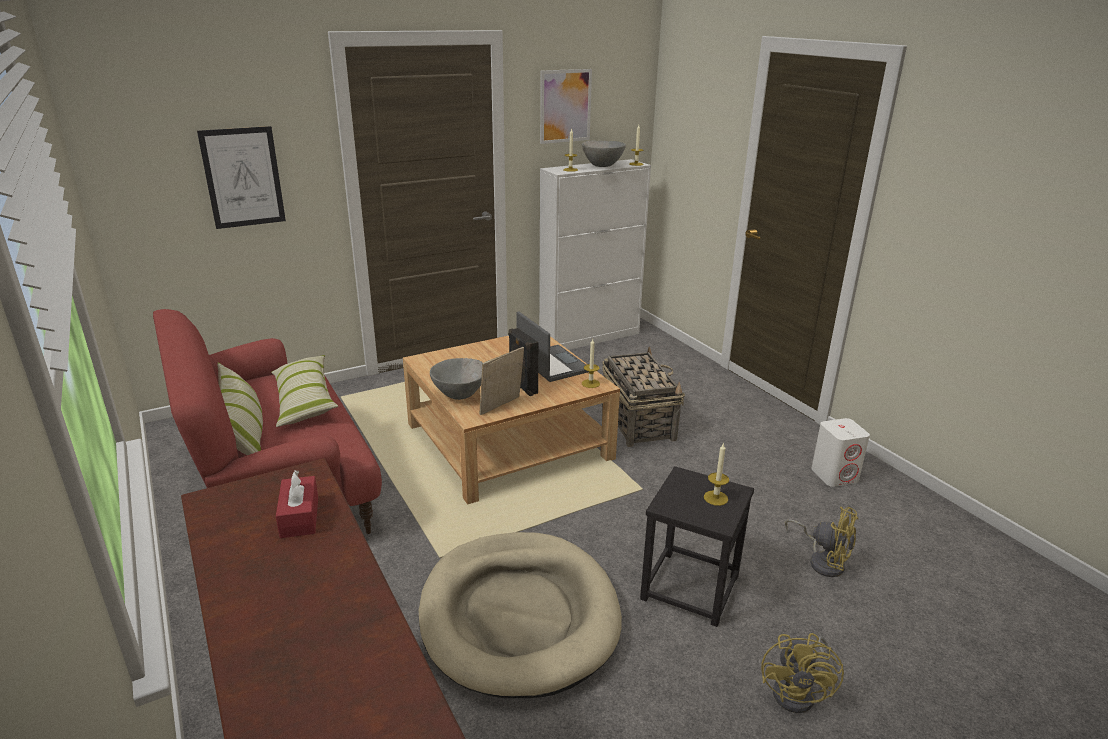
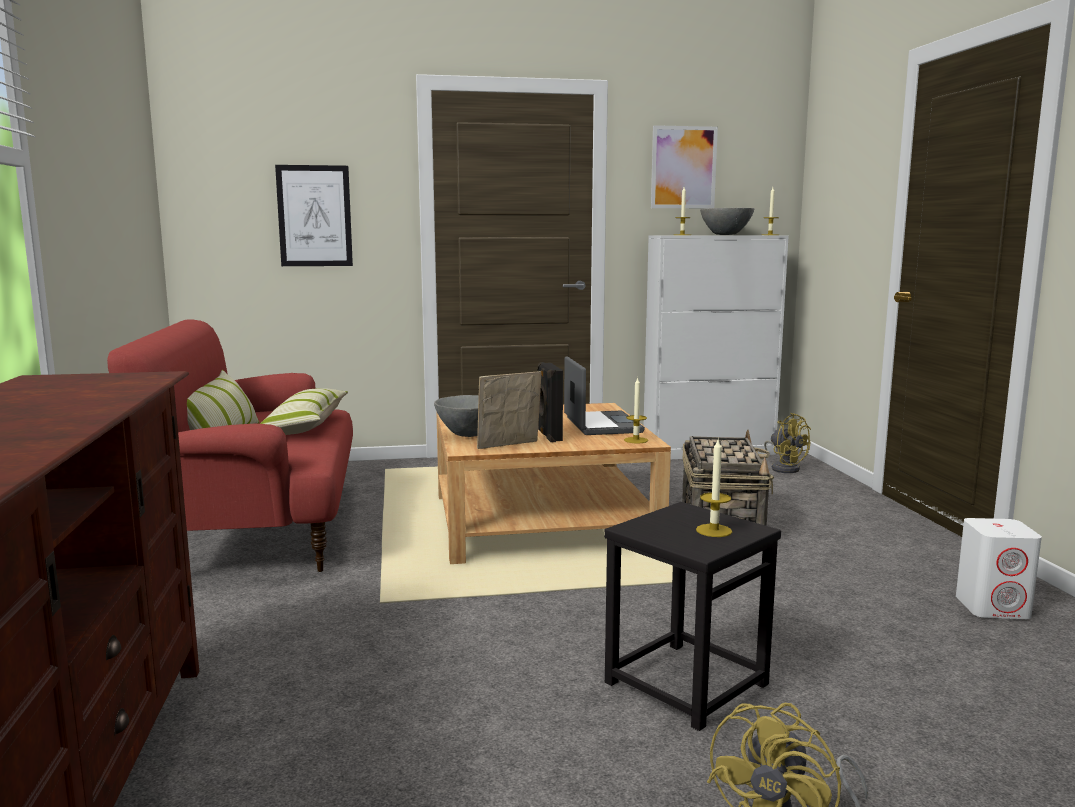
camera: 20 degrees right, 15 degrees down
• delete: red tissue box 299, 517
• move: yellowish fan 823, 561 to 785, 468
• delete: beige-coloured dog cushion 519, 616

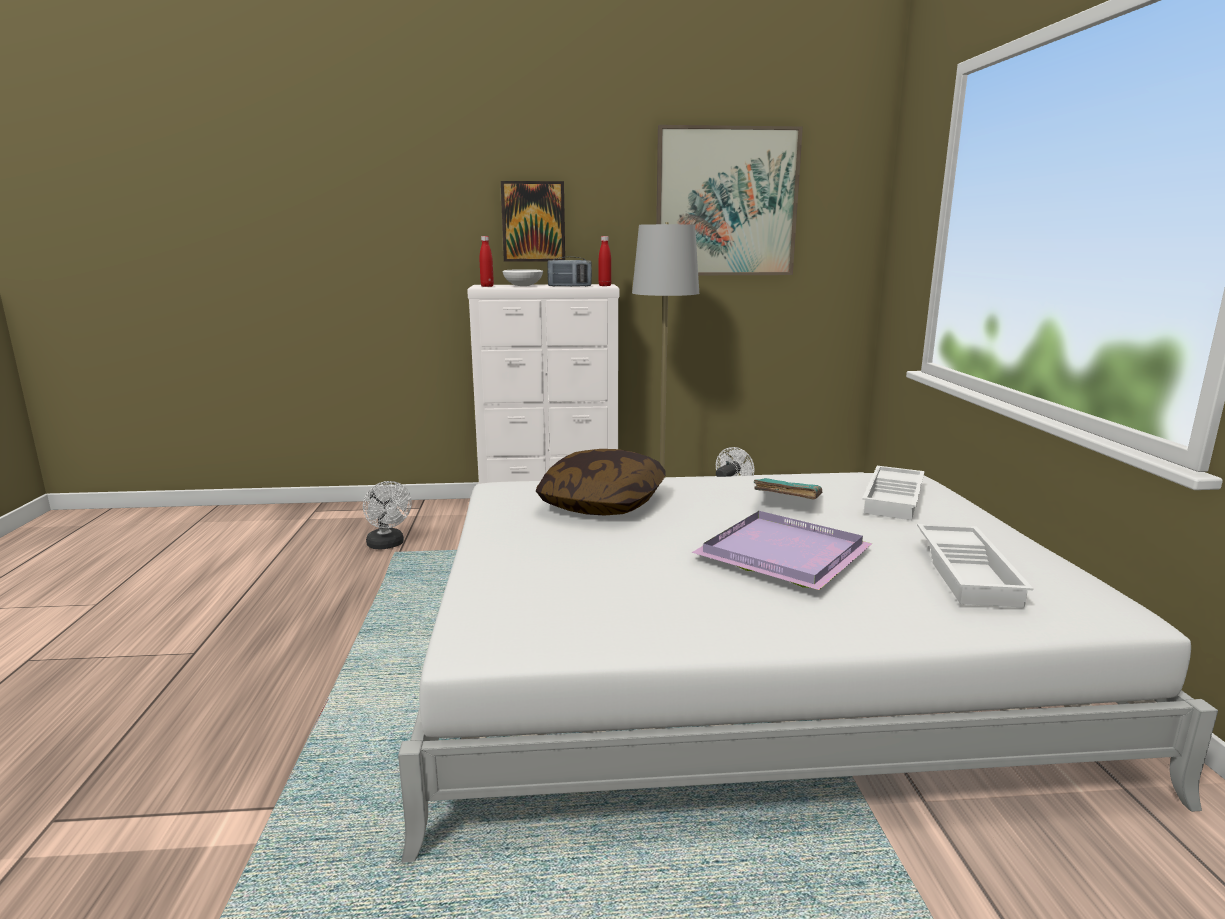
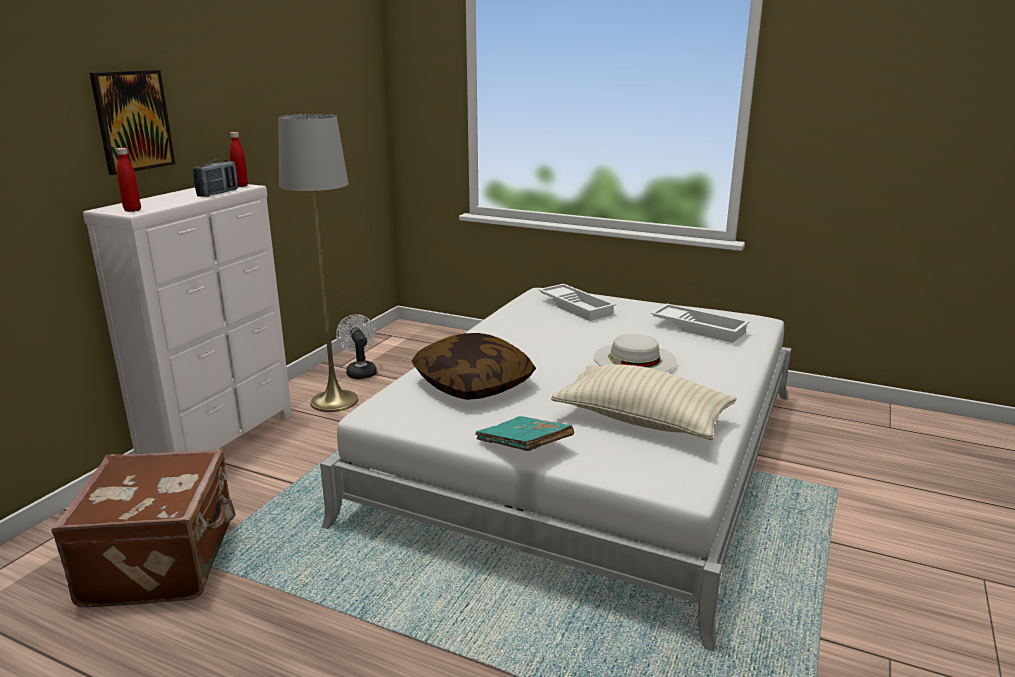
camera: 60 degrees left, 5 degrees up
• delete: wall art 726, 202
• delete: white deep dish 522, 285
• move: turquoise-coloured volume 787, 502 to 524, 447
• replace: white fan 388, 545 to brownish travel case 163, 561
• replace: purplish serving tray 784, 555 to white hat 634, 359
• insert: beige-coloured throw pillow 642, 420

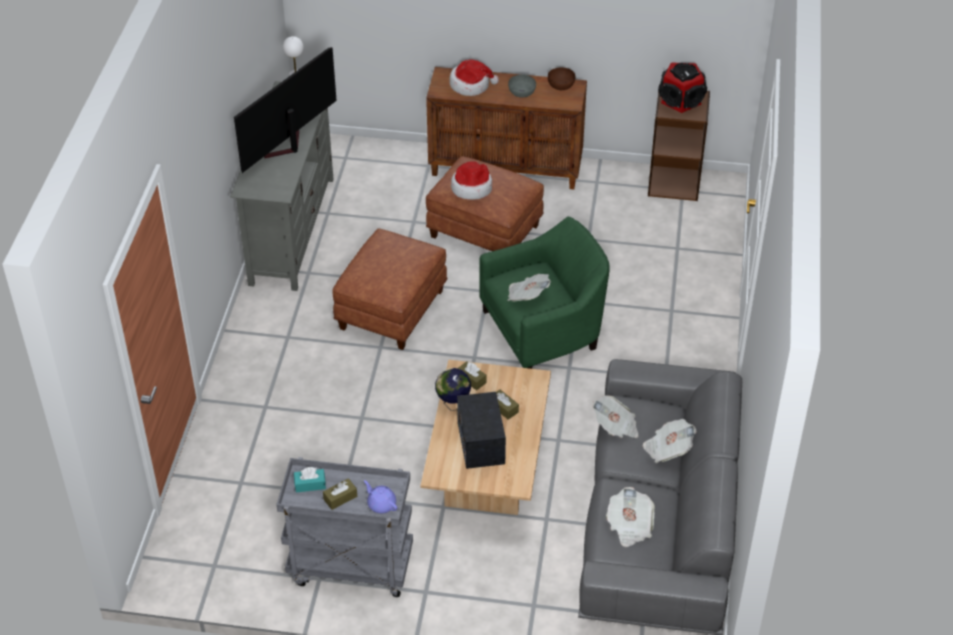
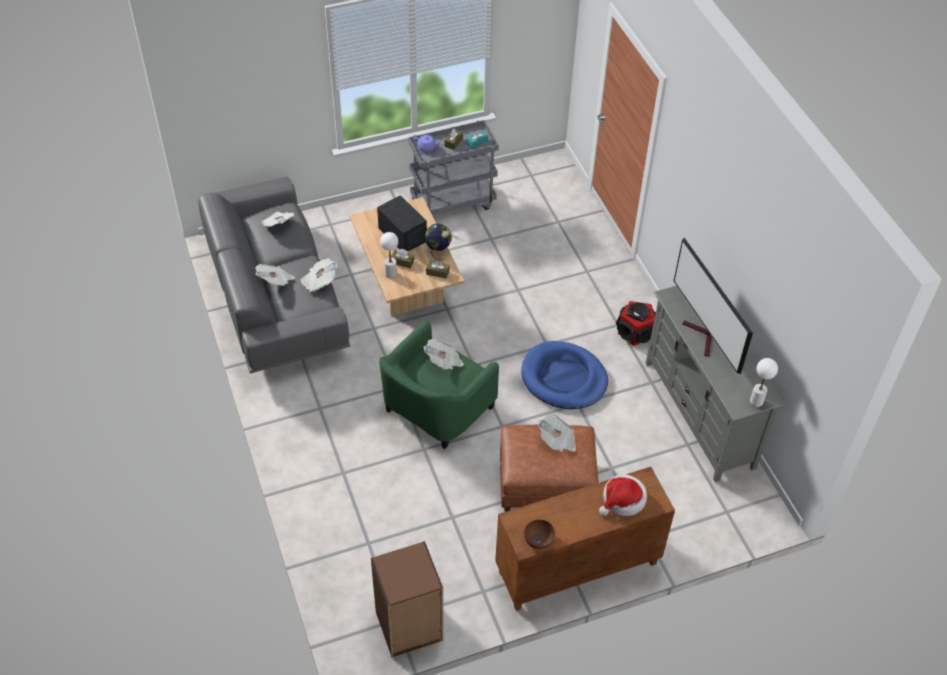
camera: 150 degrees right, 5 degrees up
• rotate: television 287, 148 = 703, 337 150 degrees clockwise
• move: loudspeaker 681, 100 to 635, 333
• delete: greyish deep dish 521, 93
• replace: hat 471, 187 to newspaper 557, 441
• replace: brownish pouffe 391, 309 to blue-coloured dog cushion 563, 378
• insert: white table lamp 390, 274

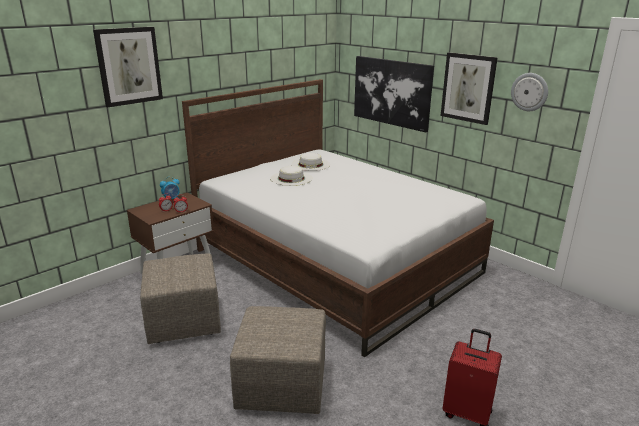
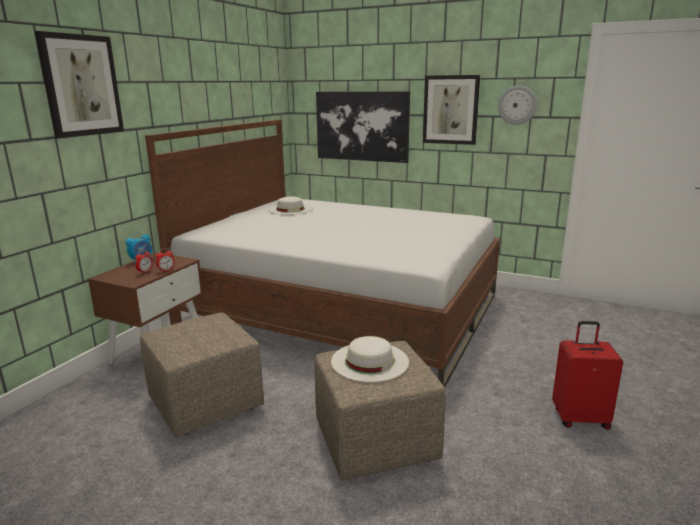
camera: 20 degrees left, 5 degrees down
• move: white hat 291, 178 to 369, 361

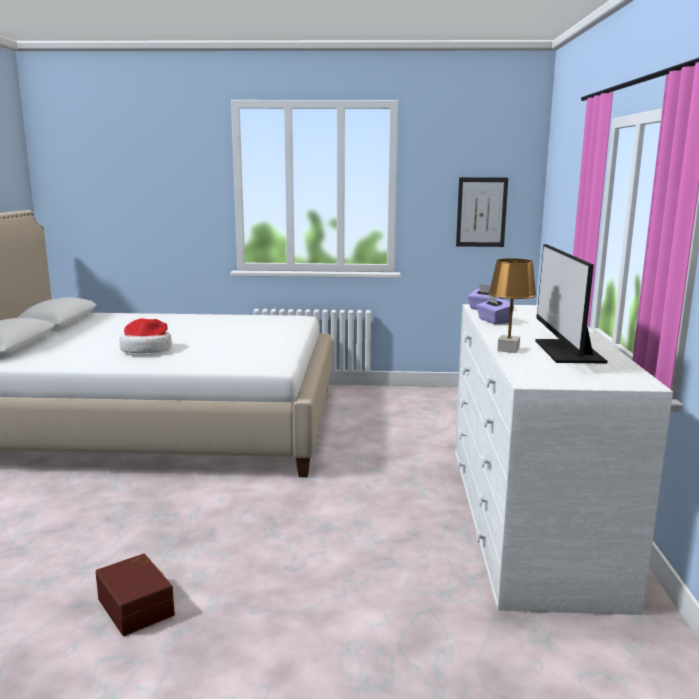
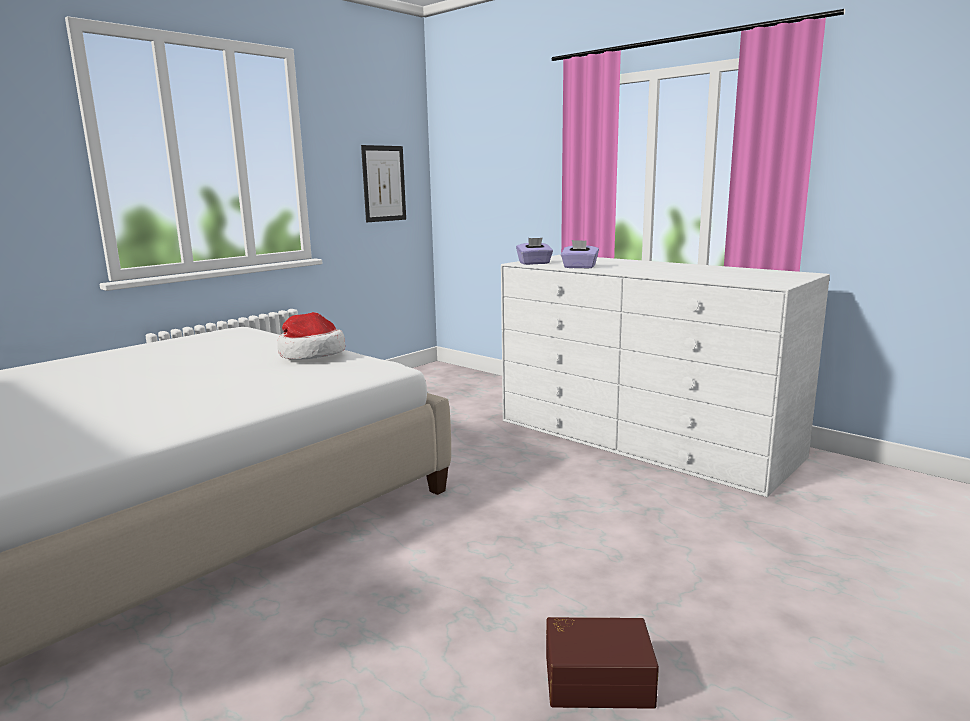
camera: 50 degrees left, 0 degrees up
• delete: computer display 567, 351
• delete: brownish table lamp 508, 349
• move: hat 147, 349 to 311, 354

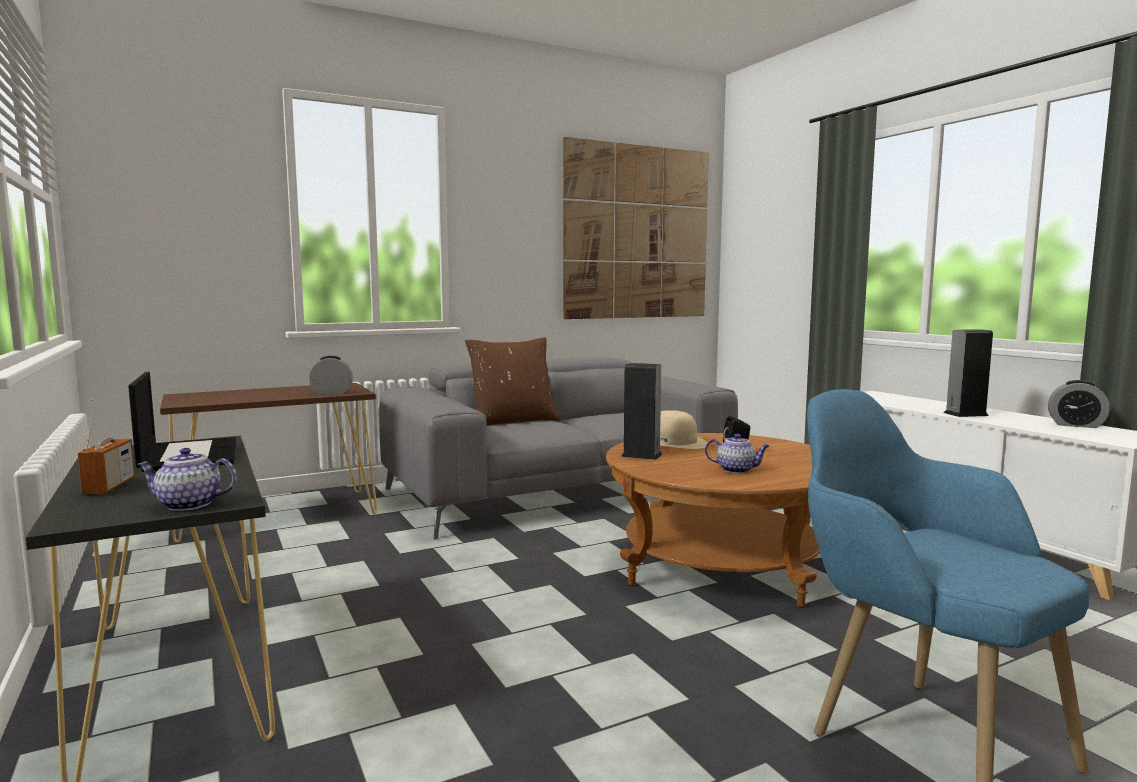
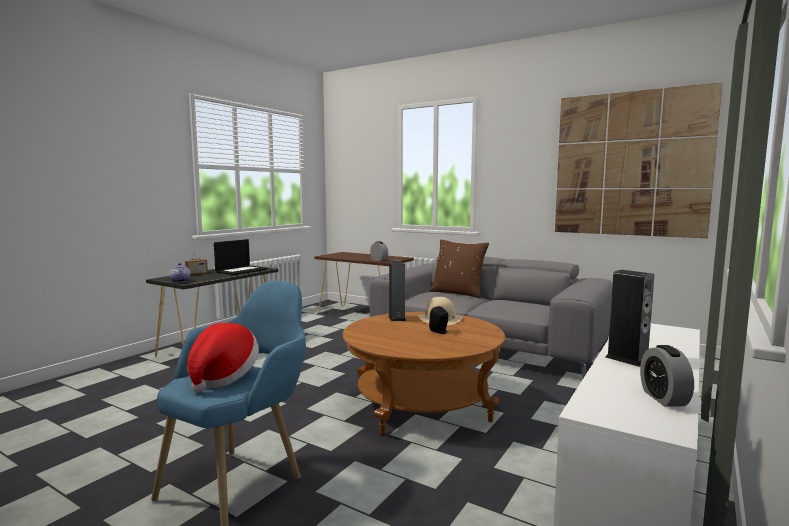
camera: 60 degrees right, 0 degrees up
• delete: teapot 737, 470
• insert: hat 222, 377

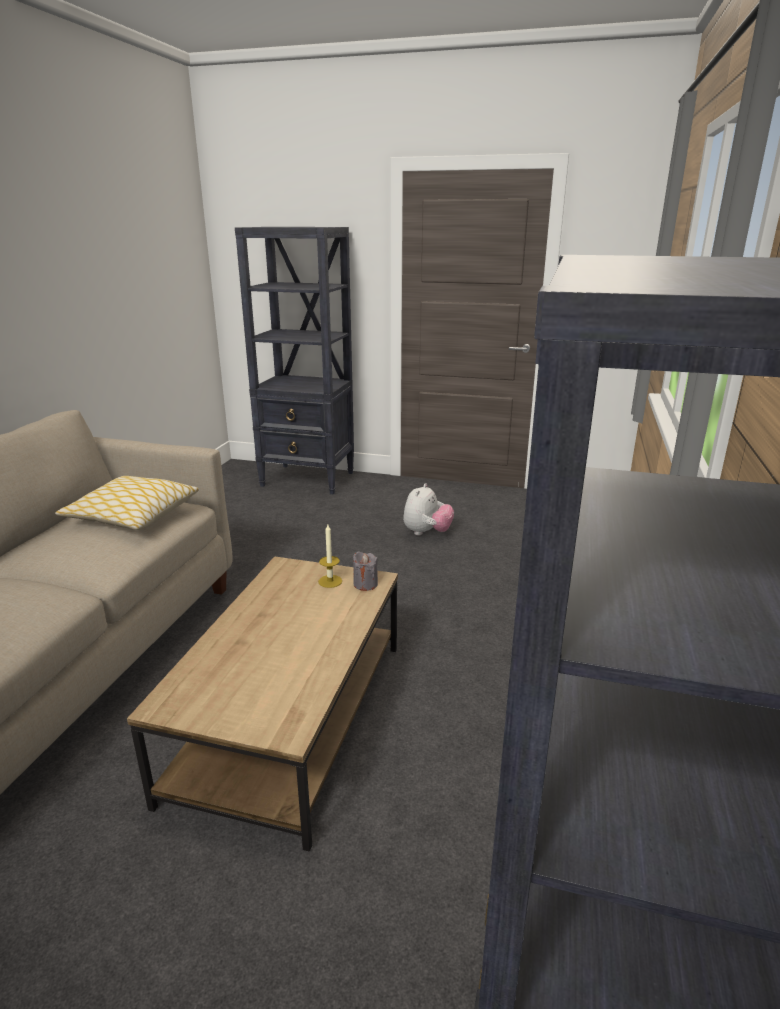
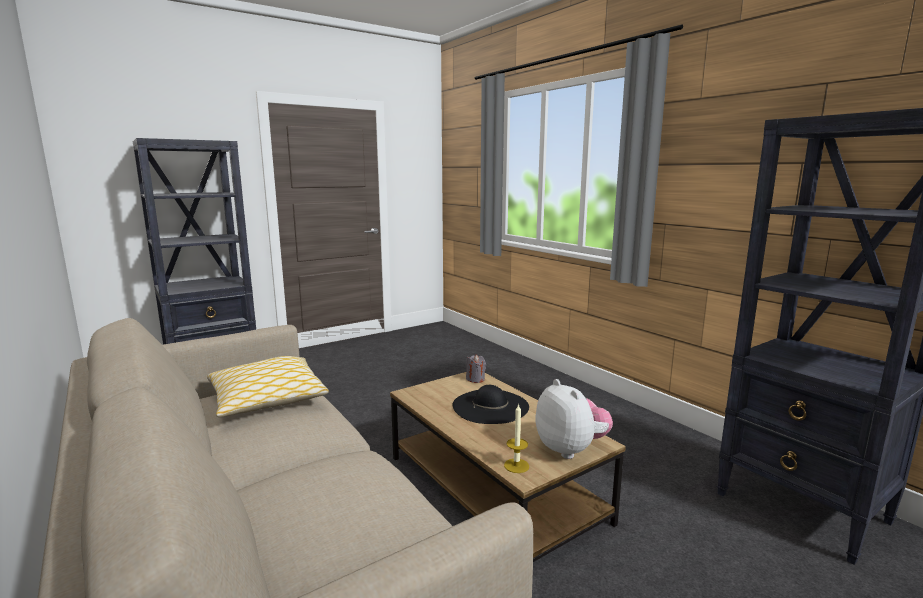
camera: 50 degrees left, 10 degrees down
• move: soft toy 426, 533 to 570, 449
• move: candle 330, 581 to 516, 466
• insert: black-coloured hat 490, 406

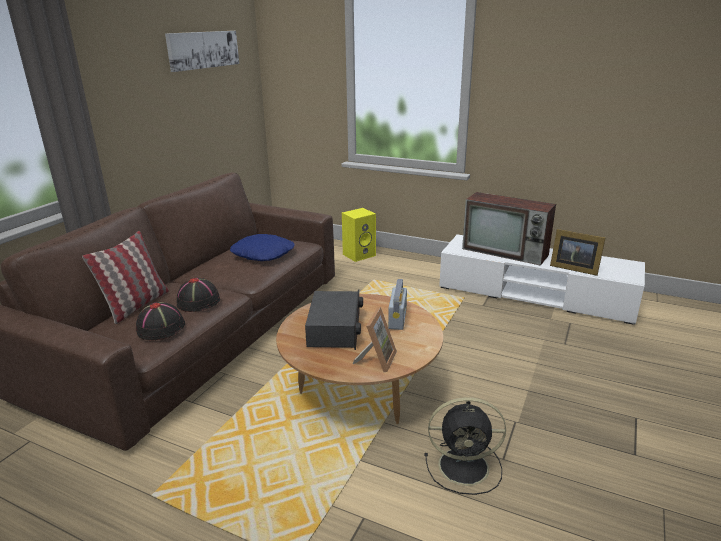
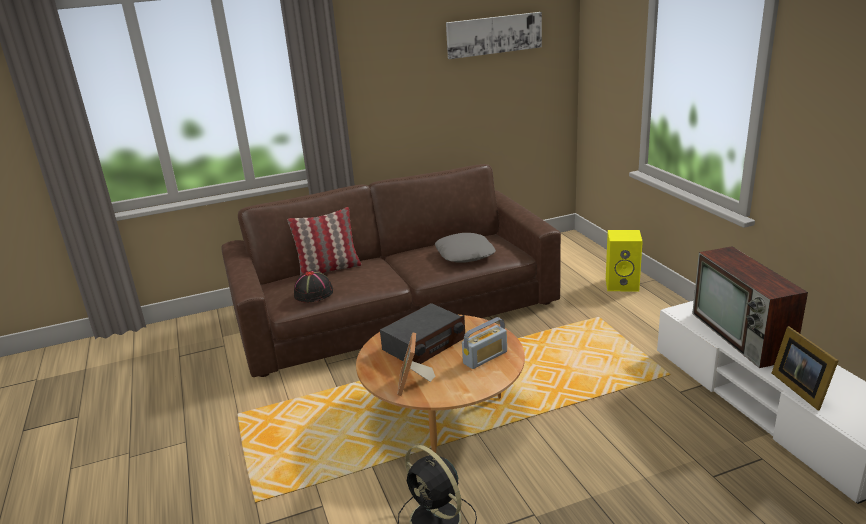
camera: 45 degrees right, 0 degrees up
• recolor: blue-coloured throw pillow 263, 253 to greyish throw pillow 465, 254
• delete: black-coloured hat 199, 301
• rotate: picture frame 377, 360 = 414, 384 120 degrees clockwise

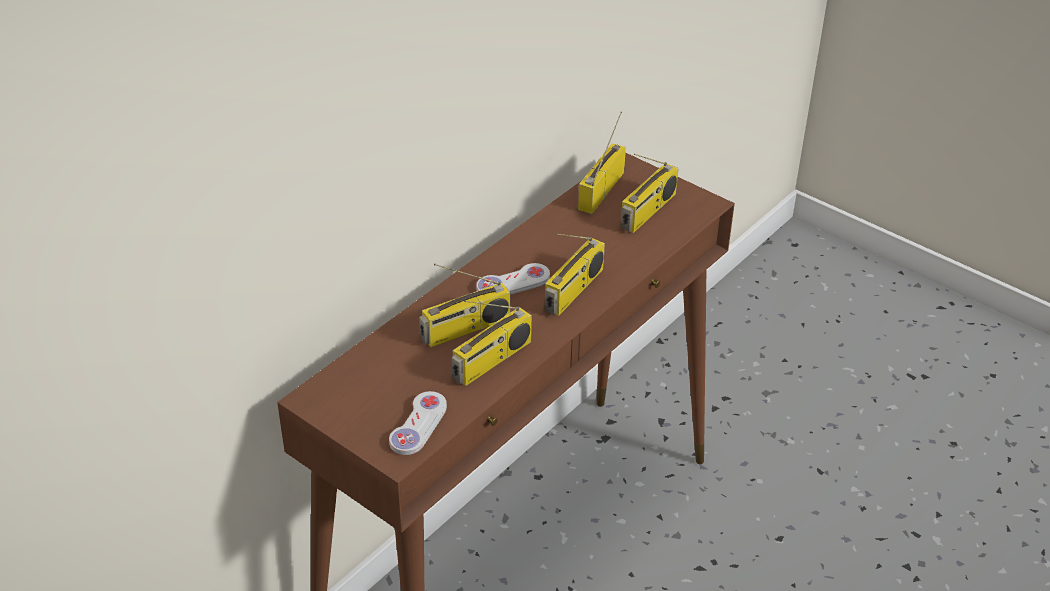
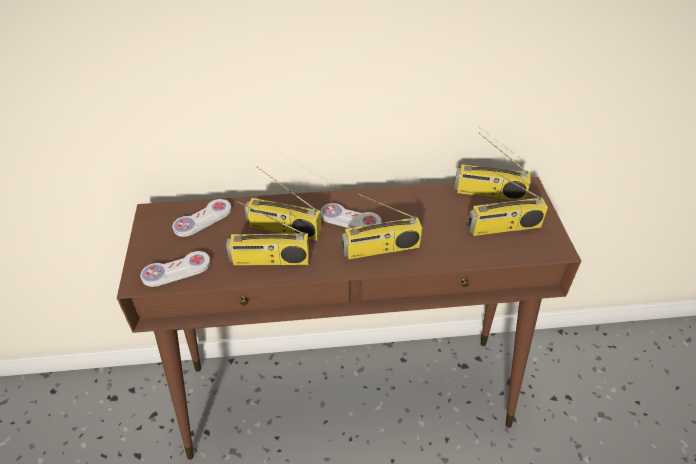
camera: 45 degrees right, 5 degrees up
• rotate: radio receiver 601, 189 = 488, 193 150 degrees counterclockwise
• insert: white game controller 203, 219

